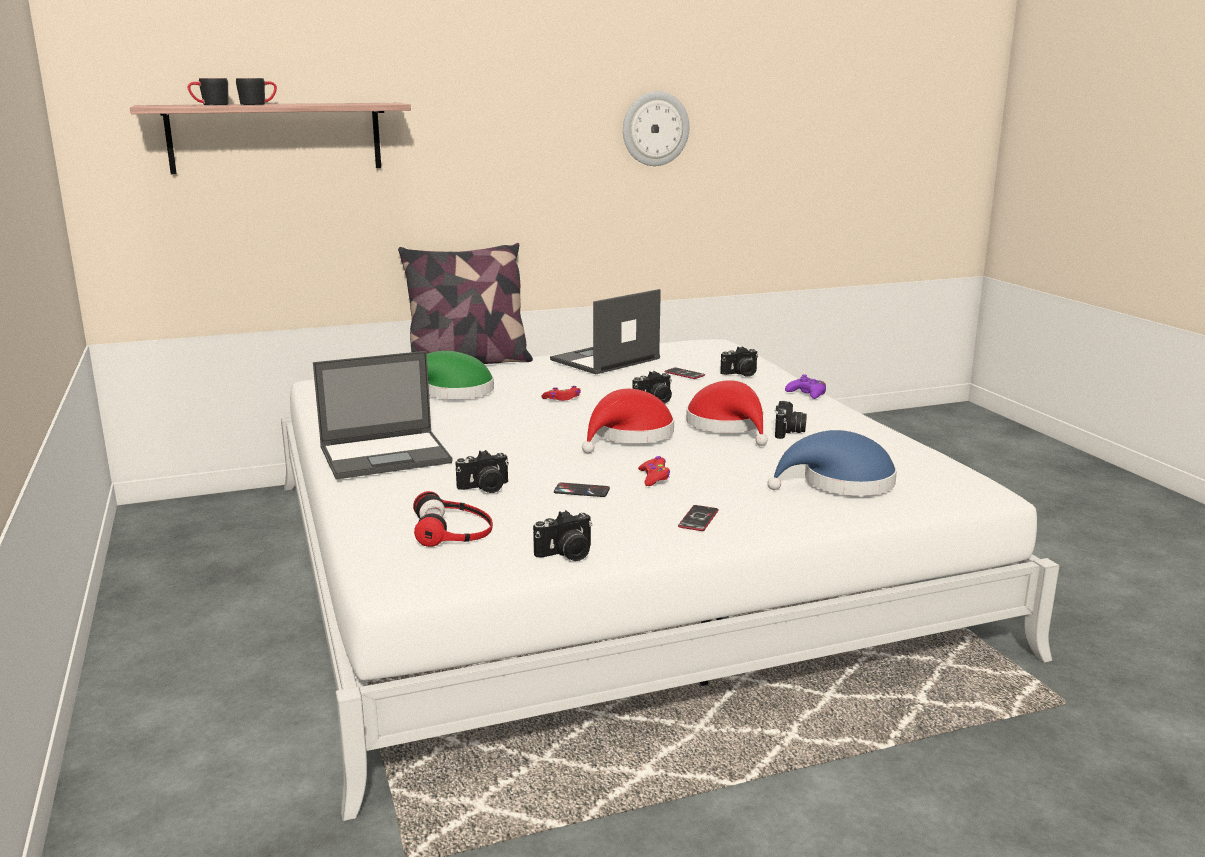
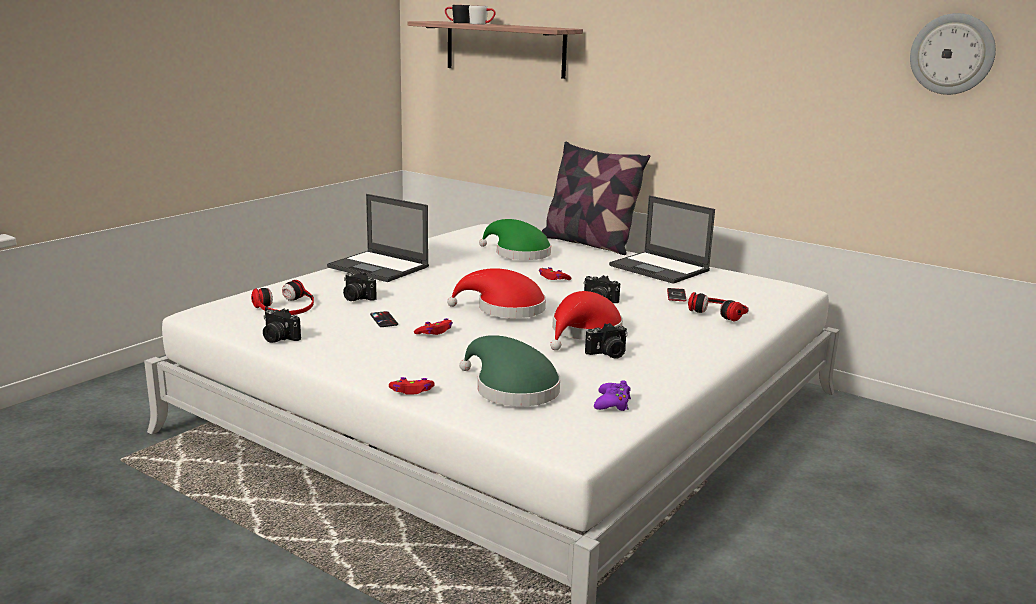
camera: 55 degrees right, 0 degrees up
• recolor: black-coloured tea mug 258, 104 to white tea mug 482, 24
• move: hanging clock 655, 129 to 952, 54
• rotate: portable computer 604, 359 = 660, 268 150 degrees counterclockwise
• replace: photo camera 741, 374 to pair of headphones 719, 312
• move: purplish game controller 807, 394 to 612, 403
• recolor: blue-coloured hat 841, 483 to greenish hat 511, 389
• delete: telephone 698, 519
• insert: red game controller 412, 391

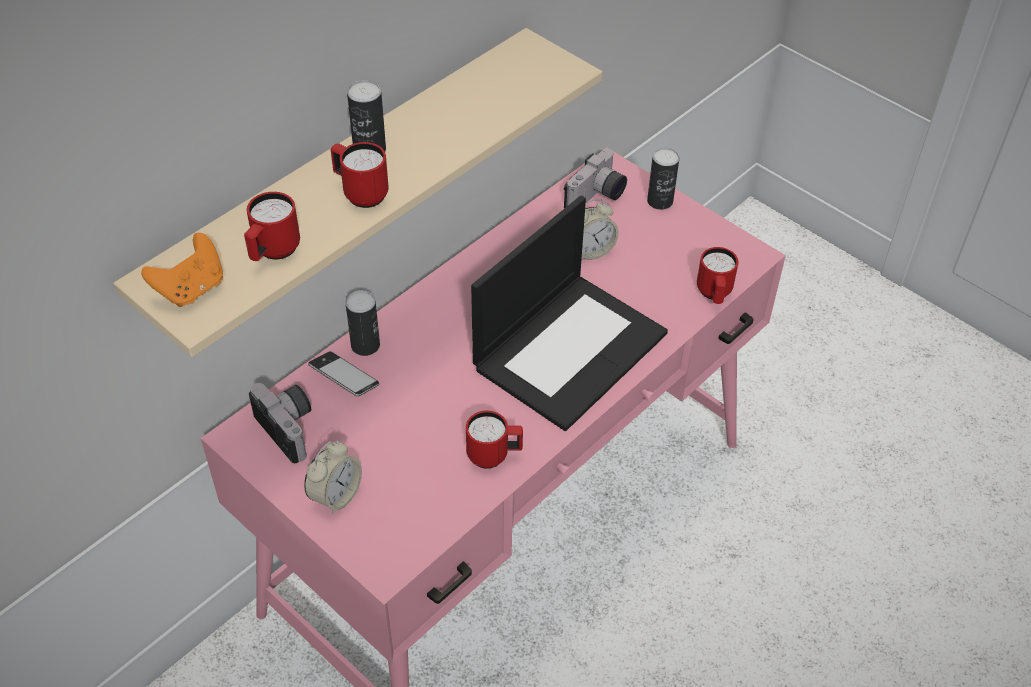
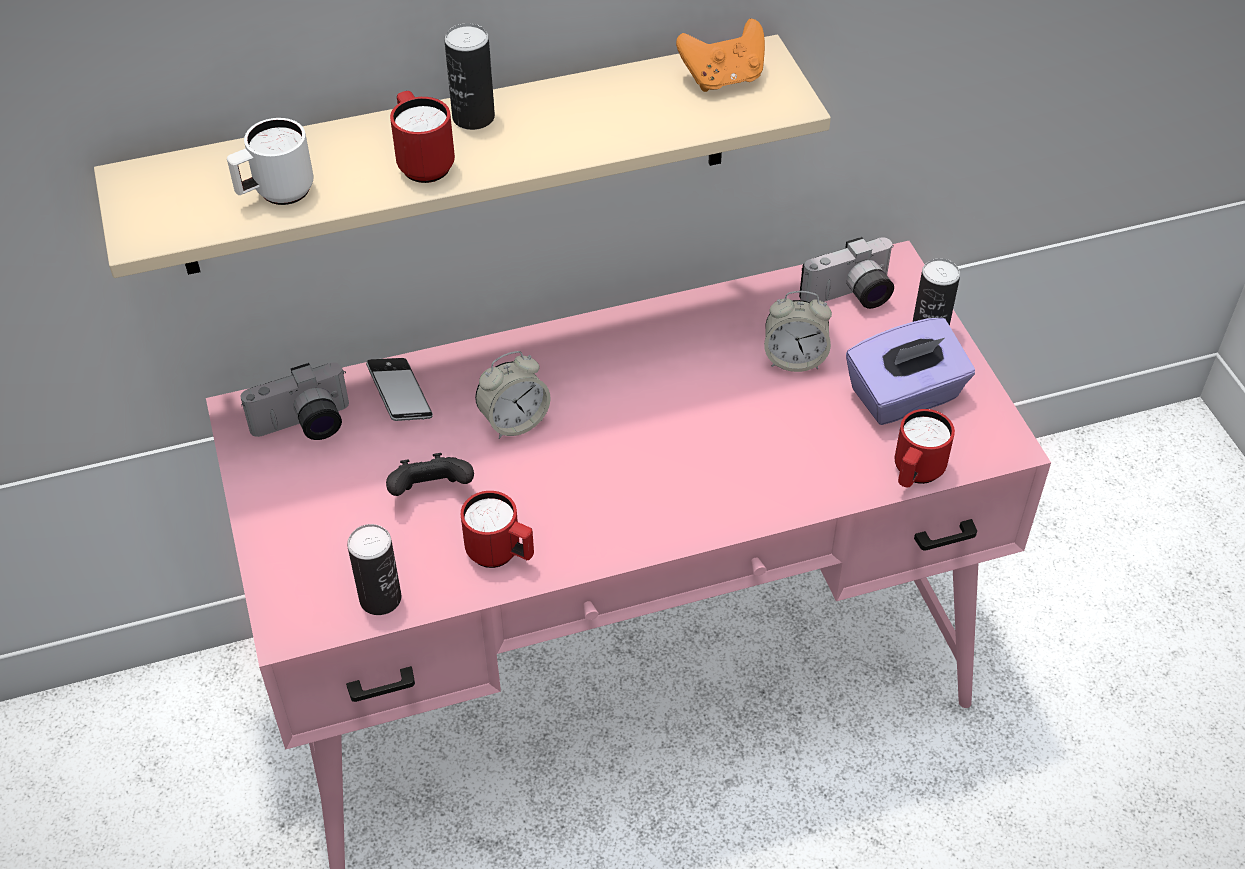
camera: 30 degrees right, 0 degrees up
• recolor: red tea mug 273, 252 to white tea mug 276, 194
• delete: portable computer 570, 348
• move: orange game controller 191, 289 to 723, 79
• move: can 365, 345 to 380, 598
• rotate: photo camera 291, 428 = 304, 426 75 degrees clockwise
• move: alarm clock 336, 495 to 514, 421
• insert: purplish tissue box 905, 396
• insert: black-coloured game controller 431, 492

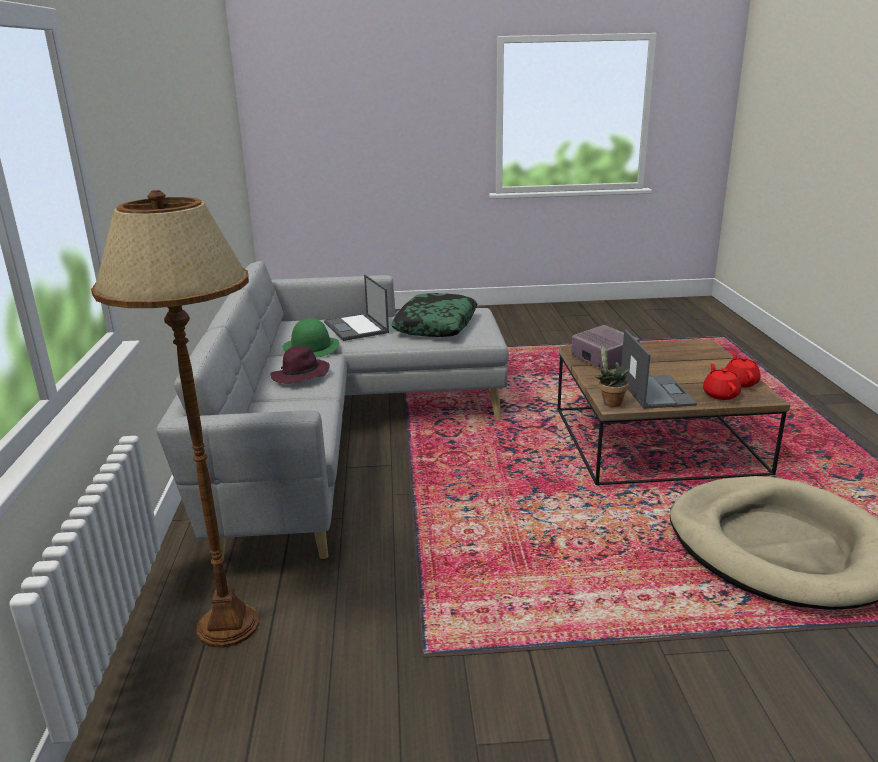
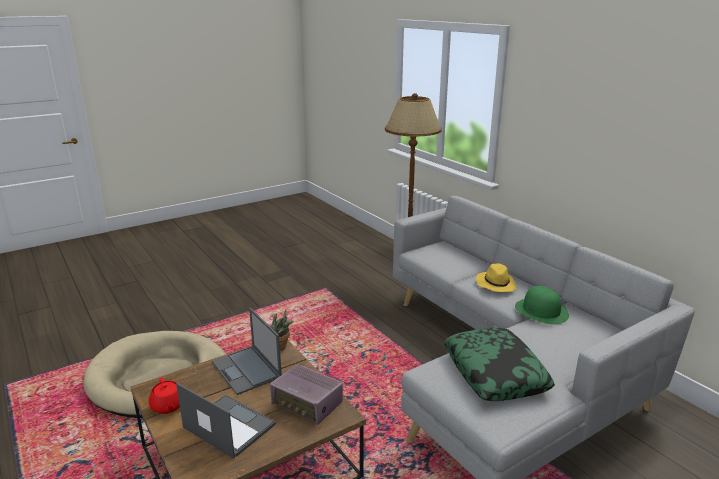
camera: 150 degrees right, 0 degrees up
• move: portable computer 356, 328 to 228, 426
• recolor: purplish hat 300, 376 to yellowish hat 495, 284
• delete: red teapot 720, 394

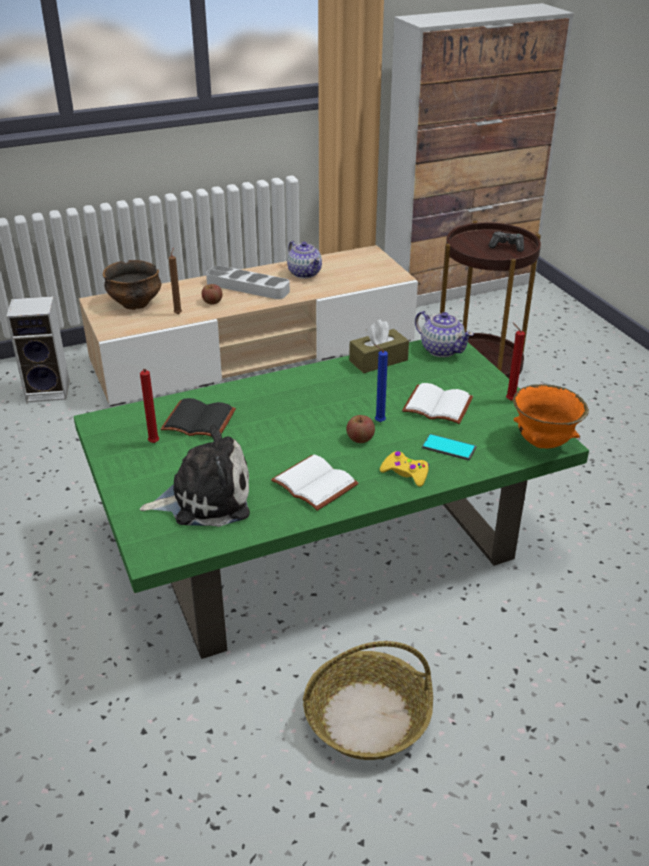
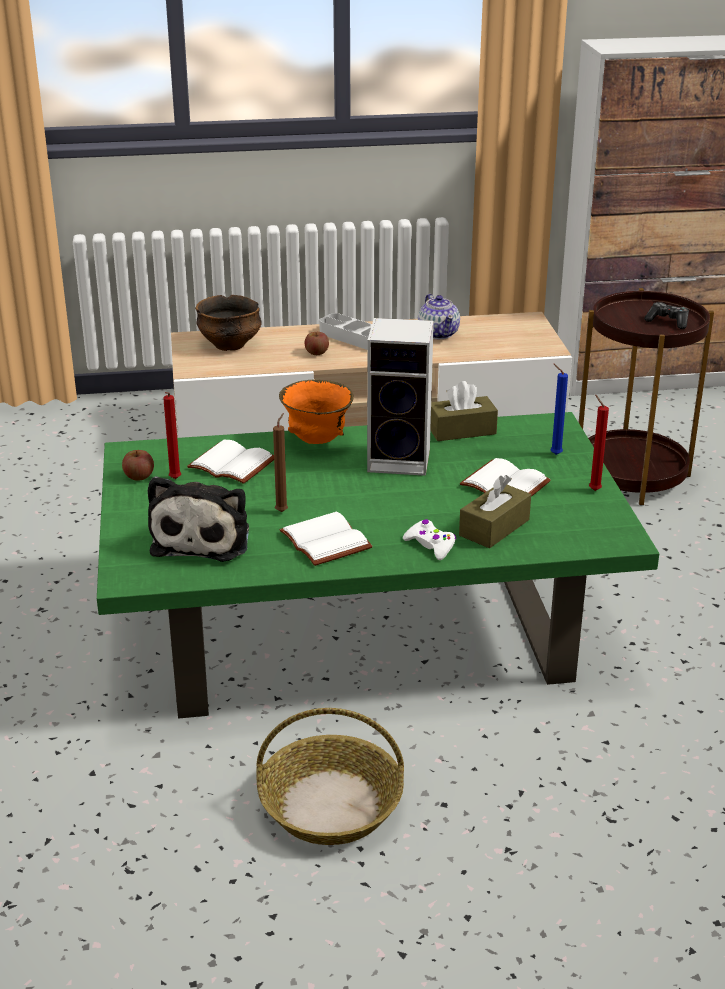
camera: 15 degrees right, 5 degrees down
• move: brownish candle 178, 313 to 282, 511
• move: loudspeaker 50, 390 to 402, 460
• delete: teapot 441, 349
• move: blue-coloured candle 378, 421 to 554, 454
• move: orange deep dish 543, 443 to 316, 441
• recolor: black-coloured volume 200, 420 to white volume 234, 464
• move: apple 360, 439 to 139, 476
• rotate: soft toy 205, 498 = 203, 538 90 degrees clockwise
• replace: telephone 449, 448 to brownish tissue box 494, 528
• recolor: yellowish game controller 405, 473 to white game controller 430, 545

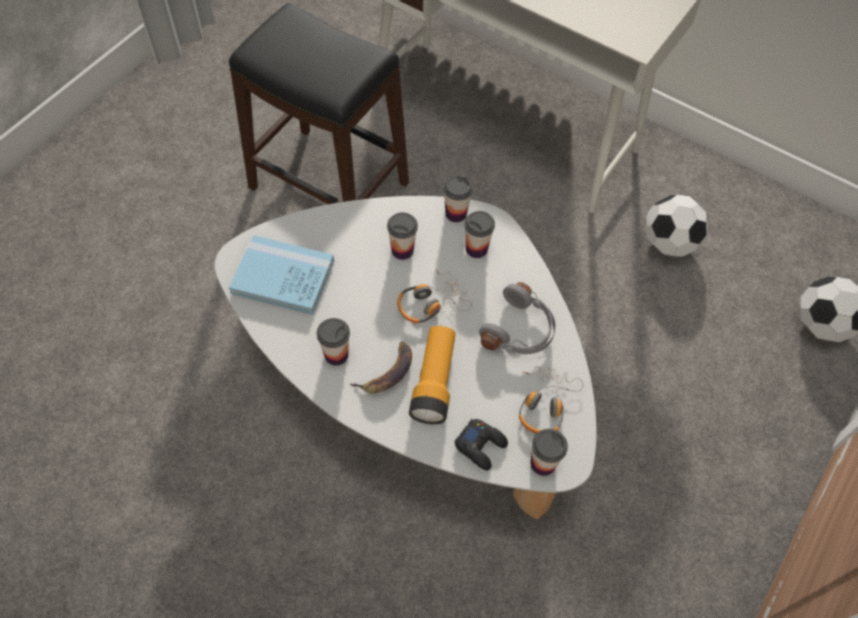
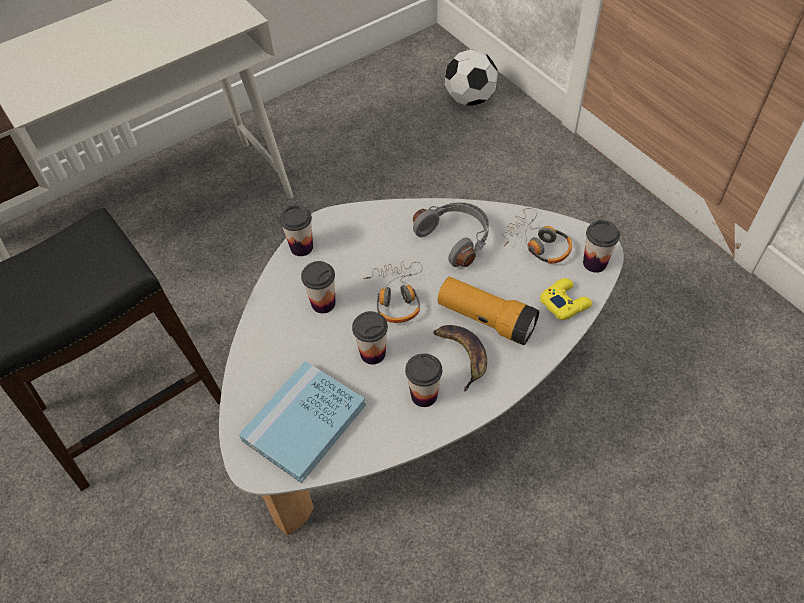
camera: 65 degrees left, 5 degrees down
• delete: ball for football 668, 243
• move: drinking cup 476, 249 to 372, 353
• recolor: black-coloured game controller 481, 446 to yellowish game controller 565, 302

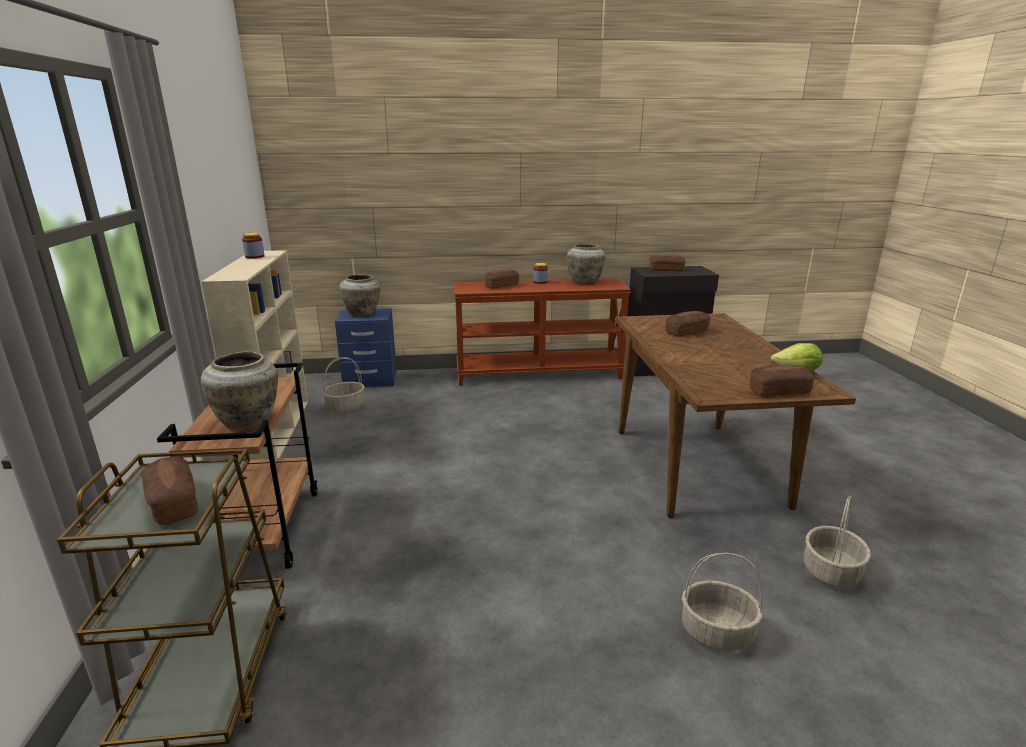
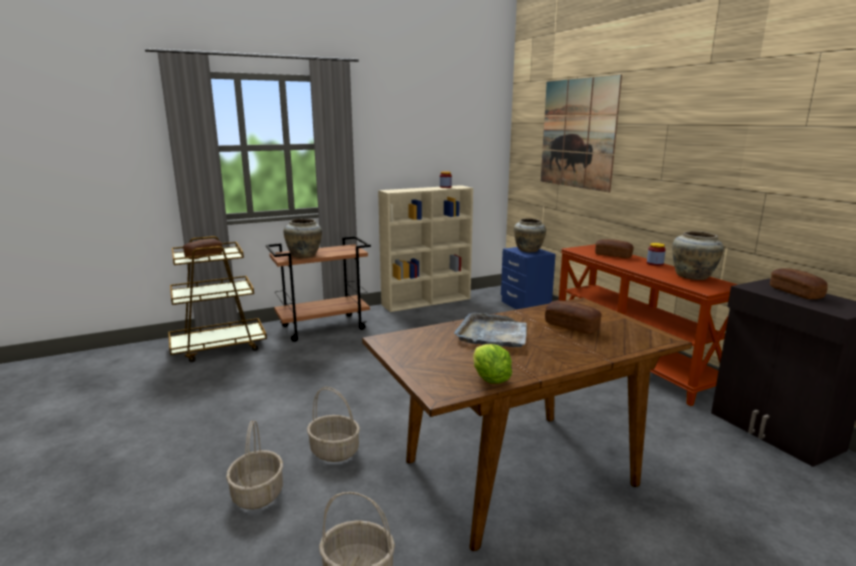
camera: 70 degrees right, 5 degrees down
• move: storage basket 345, 407 to 335, 451
• delete: baked bread 779, 391
• insert: wall art 577, 133
• insert: greyish serving tray 493, 334

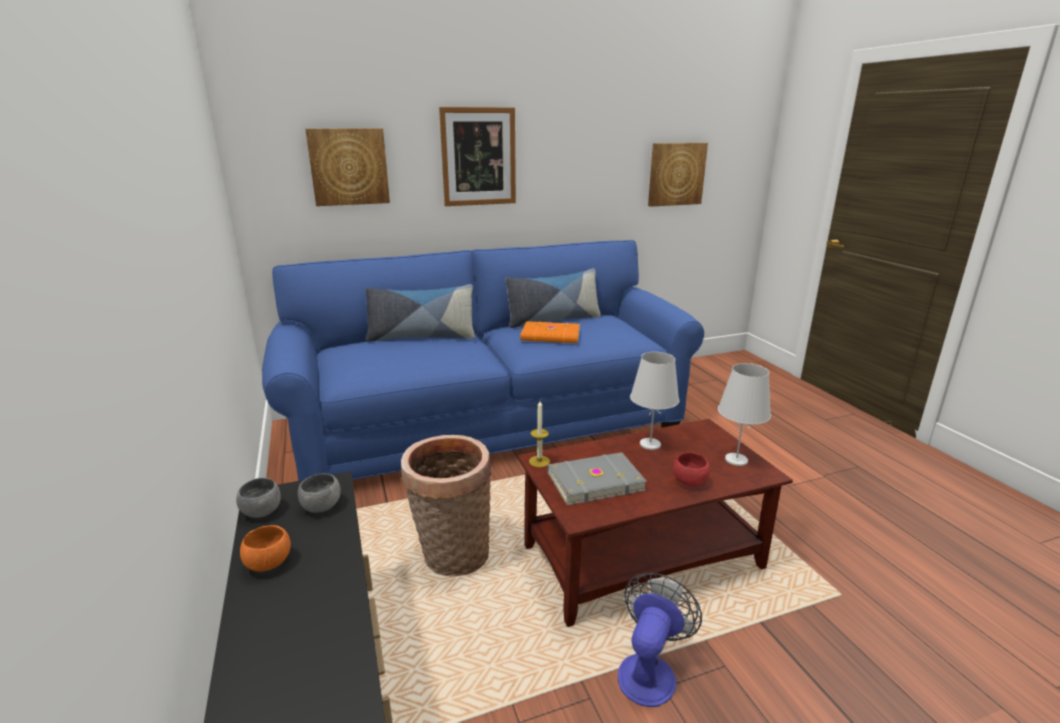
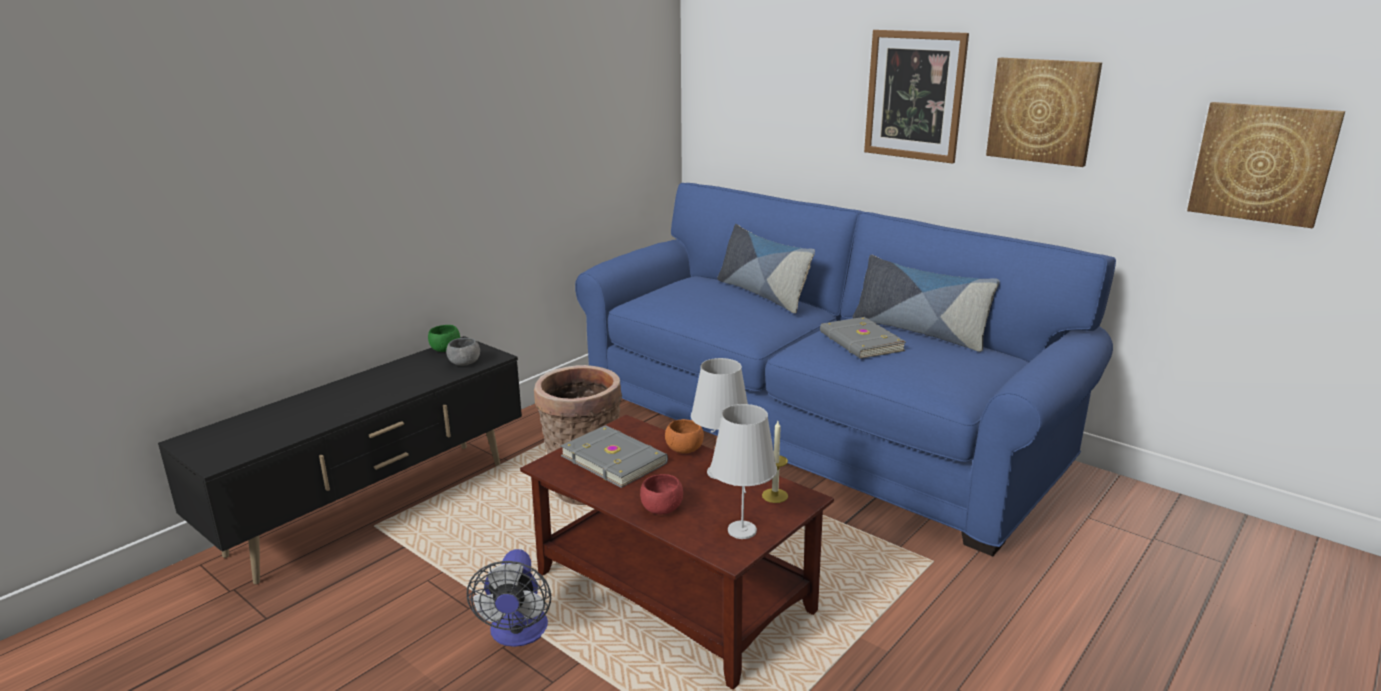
camera: 60 degrees right, 0 degrees up
• move: wall art 349, 167 to 1042, 111
• recolor: orange volume 551, 336 to greyish volume 860, 342
• move: candle 539, 461 to 774, 495
• recolor: greyish deep dish 261, 511 to greenish deep dish 445, 349
• move: orange deep dish 269, 563 to 684, 450
• rotate: fan 649, 670 = 518, 634 90 degrees clockwise

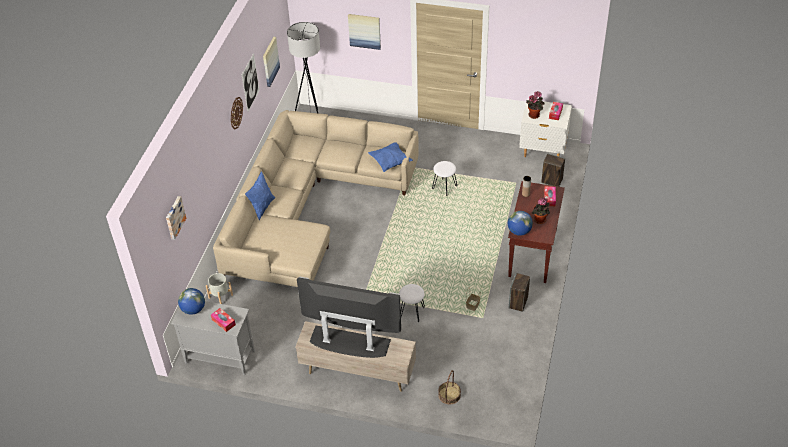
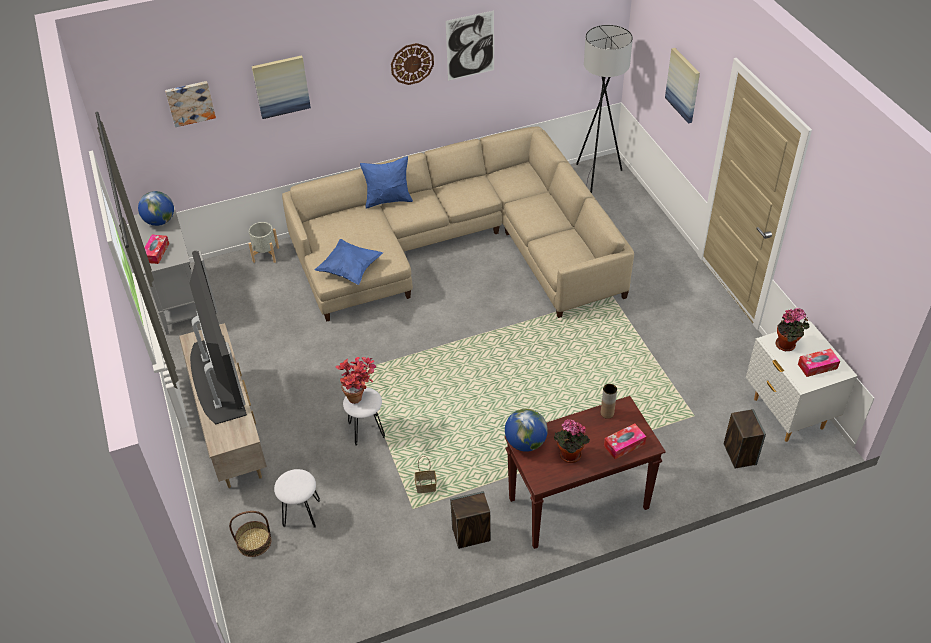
camera: 55 degrees right, 0 degrees up
• move: wall art 270, 61 to 281, 86
• move: blue-coloured throw pillow 390, 162 to 350, 270
• move: white stool 444, 188 to 301, 513
• insert: potted plant 360, 397

